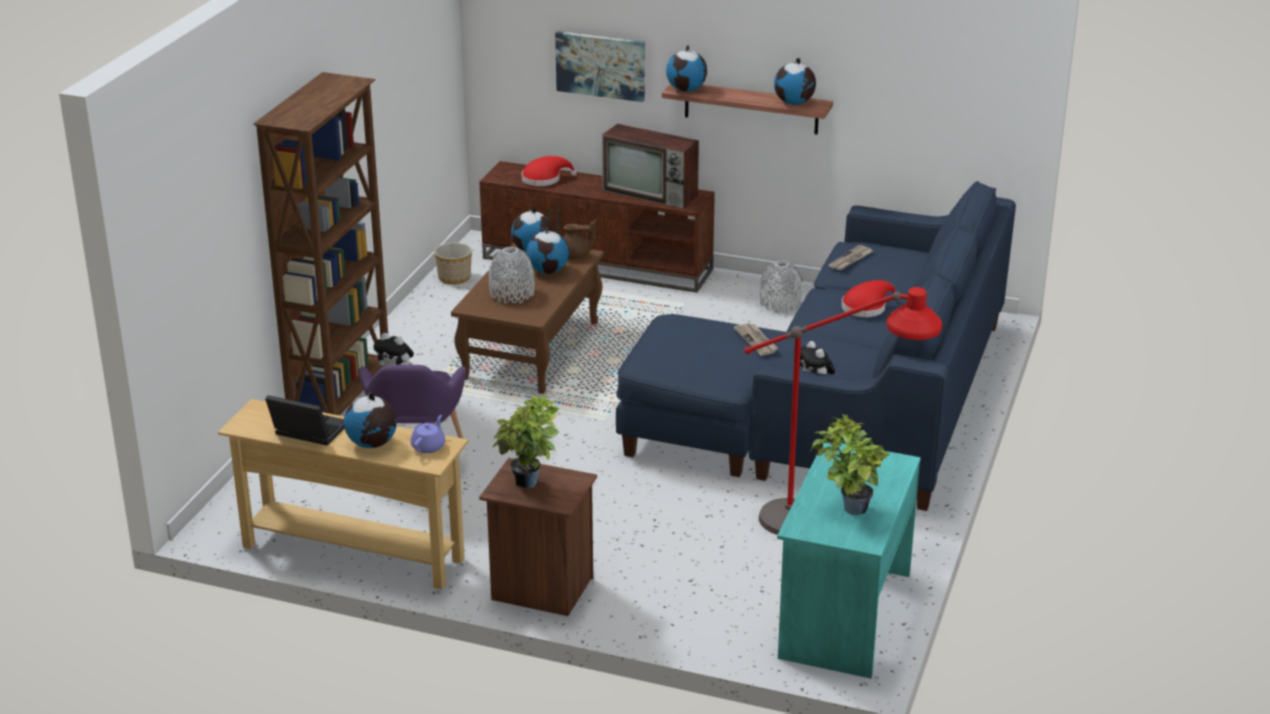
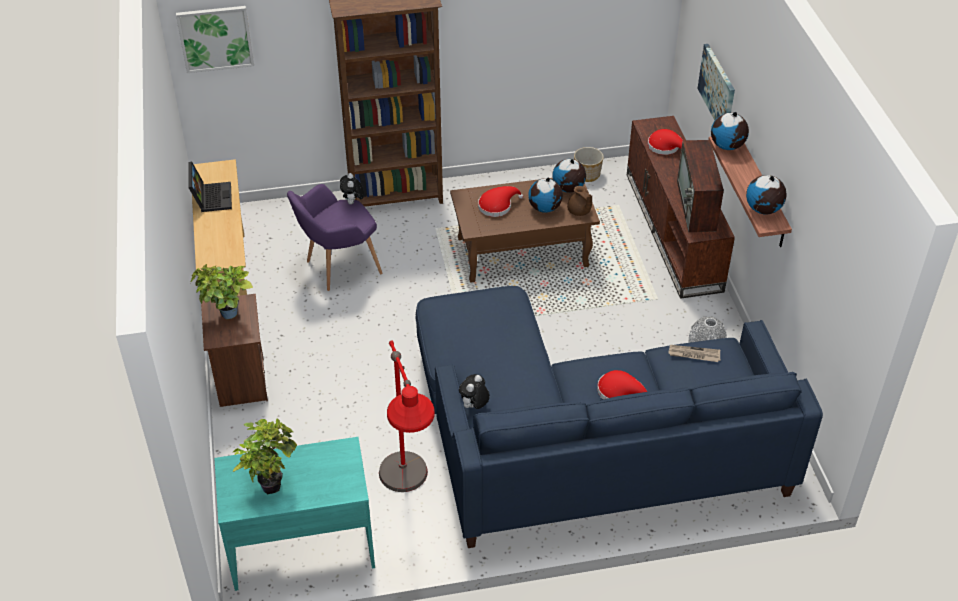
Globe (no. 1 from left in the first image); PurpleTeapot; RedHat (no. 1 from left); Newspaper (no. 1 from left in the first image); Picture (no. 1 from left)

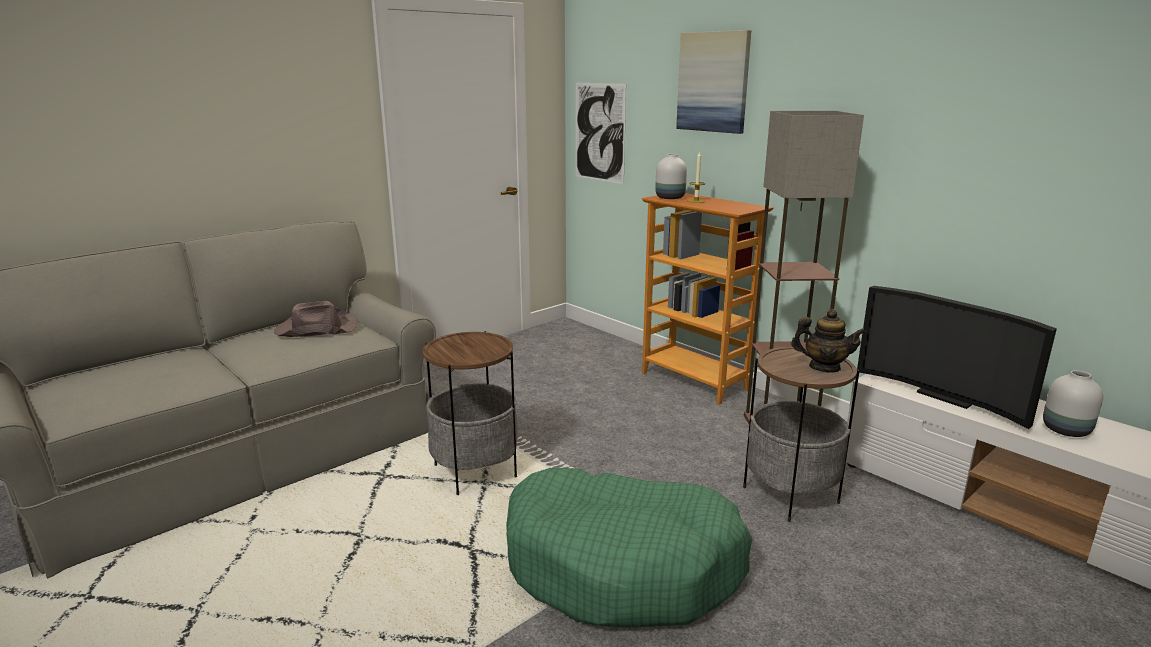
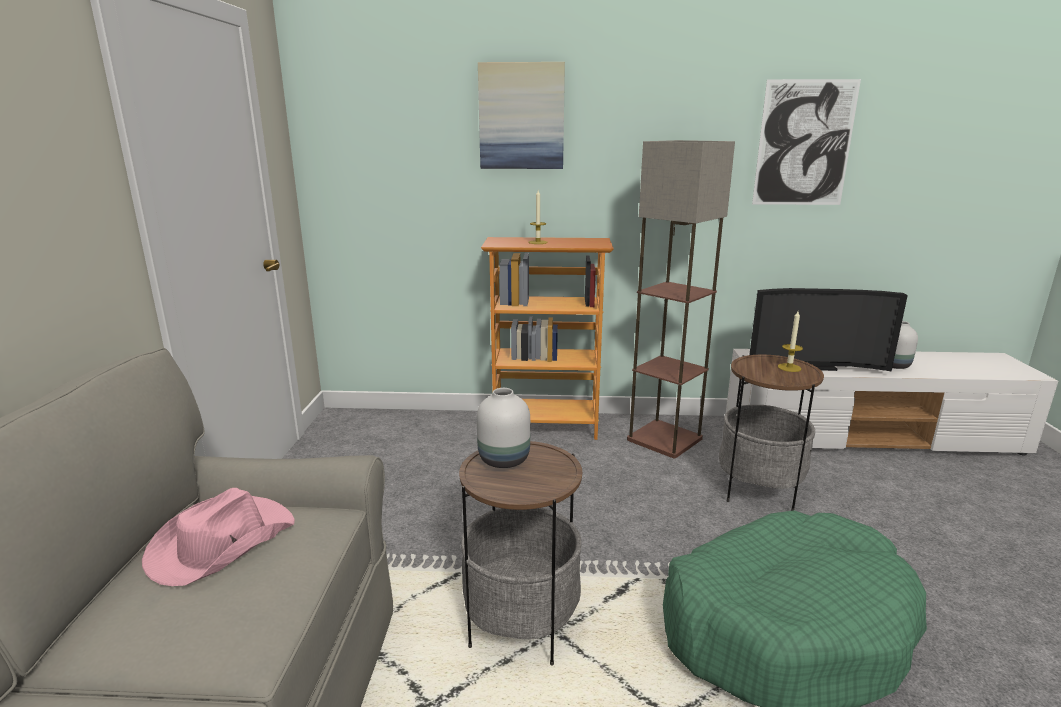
PinkHat; Picture (no. 2 from left); WhiteVase (no. 1 from left); Candle (no. 2 from left)

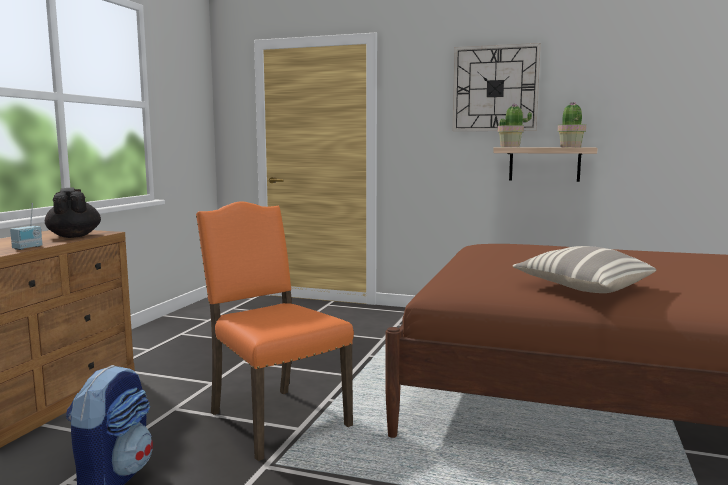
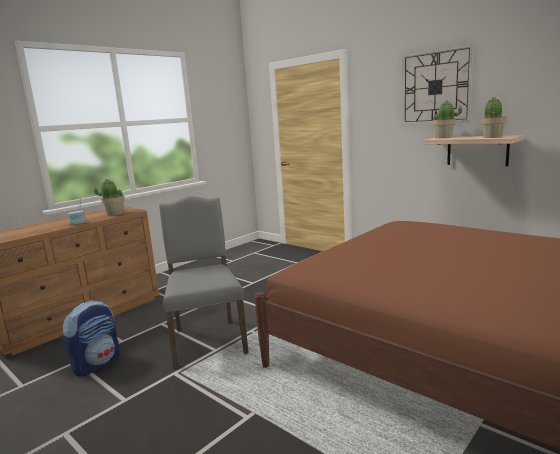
PottedPlant (no. 1 from left); GreyChair; Pillow

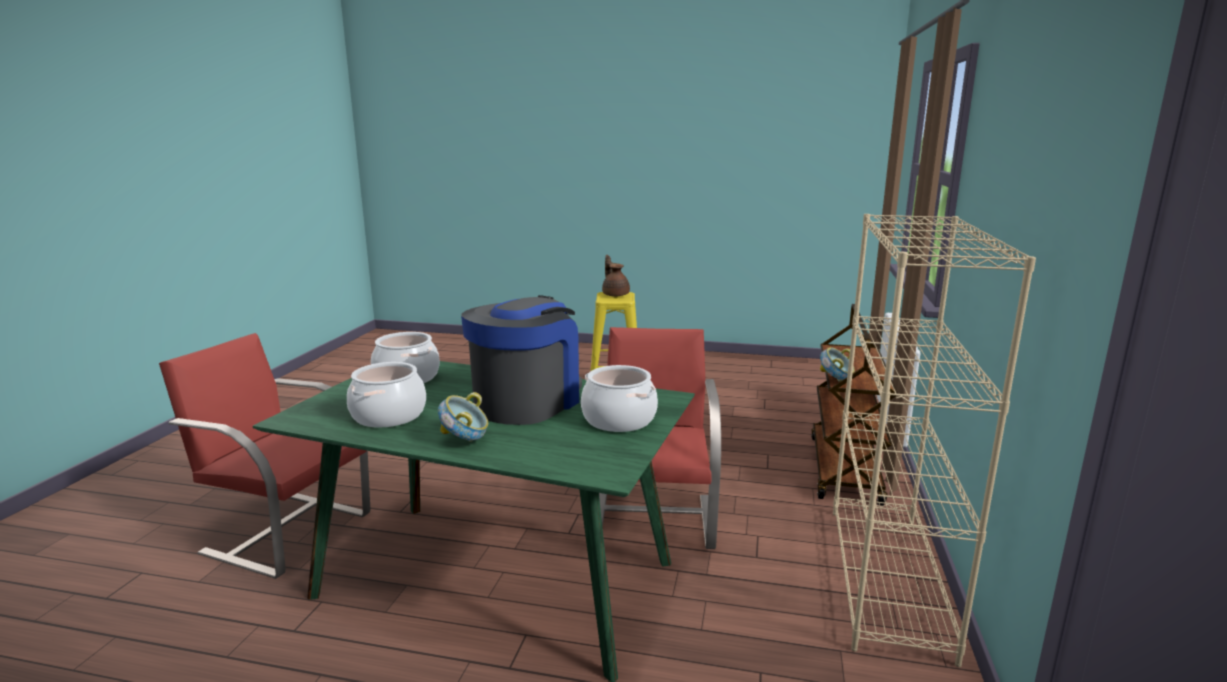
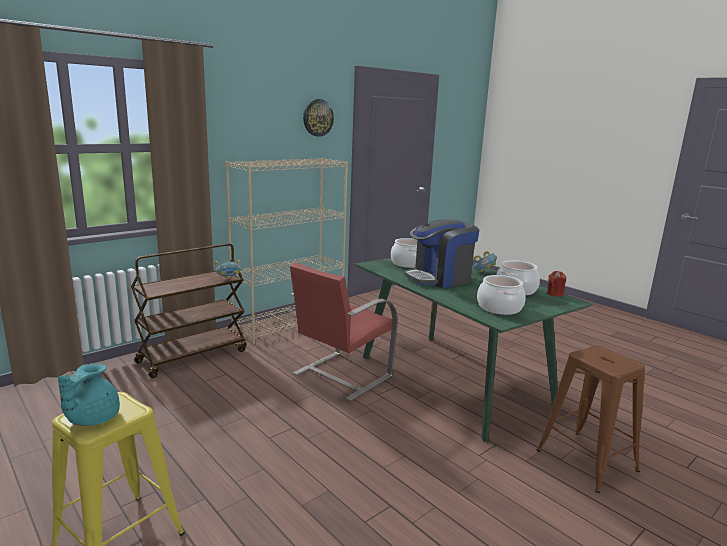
BrownStool; TurquoiseTeapot; WallClock; RedCandle

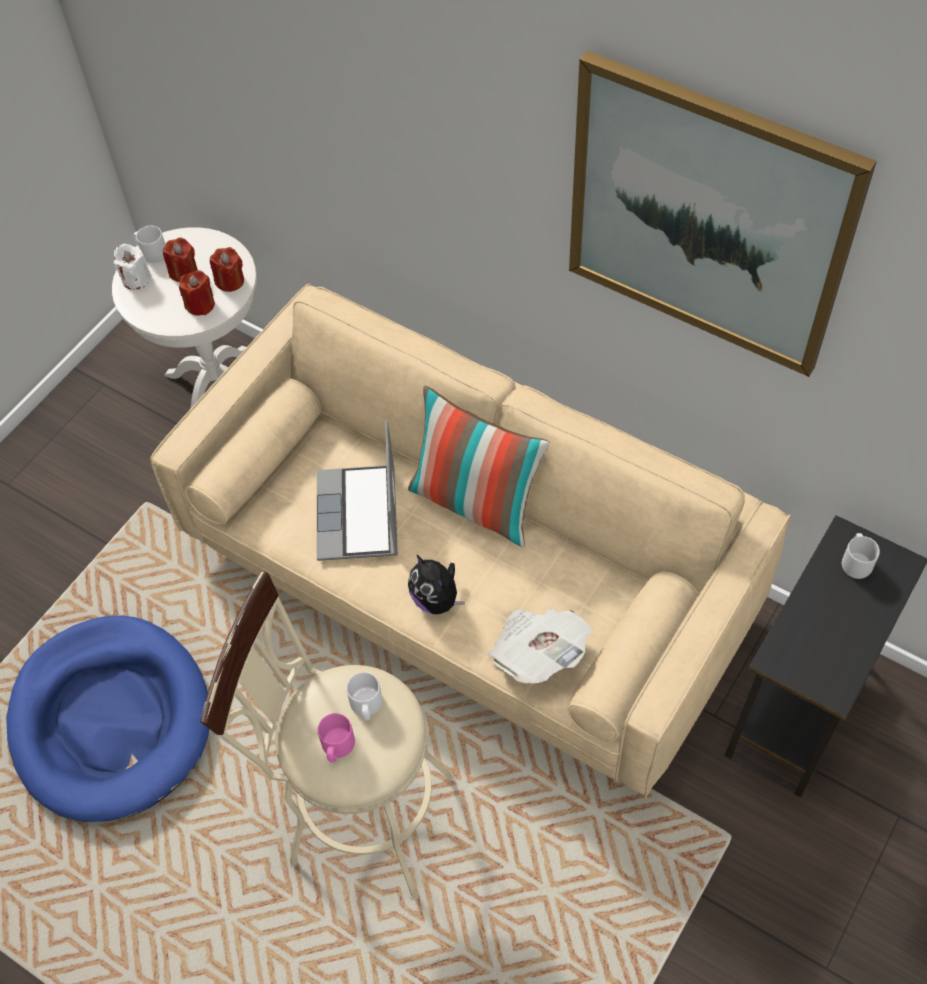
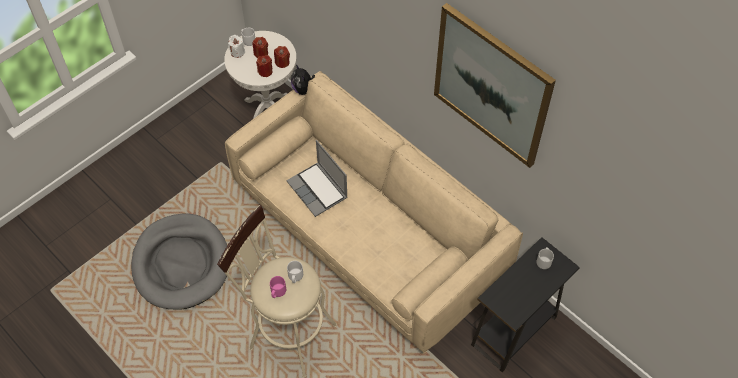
GreyDogBed; Laptop; Pillow; PlushToy; Newspaper

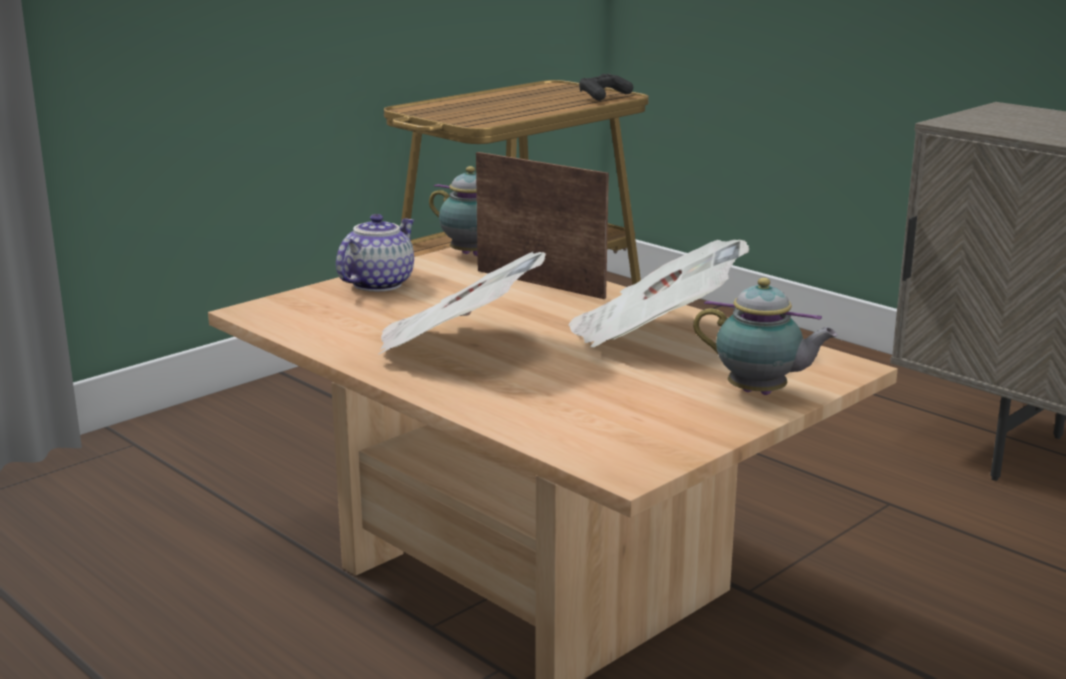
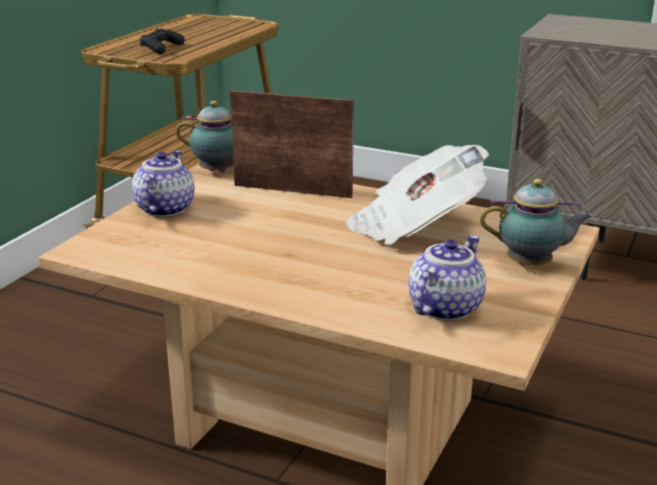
Newspaper (no. 1 from left in the first image); BlackGameController; Teapot (no. 3 from left)

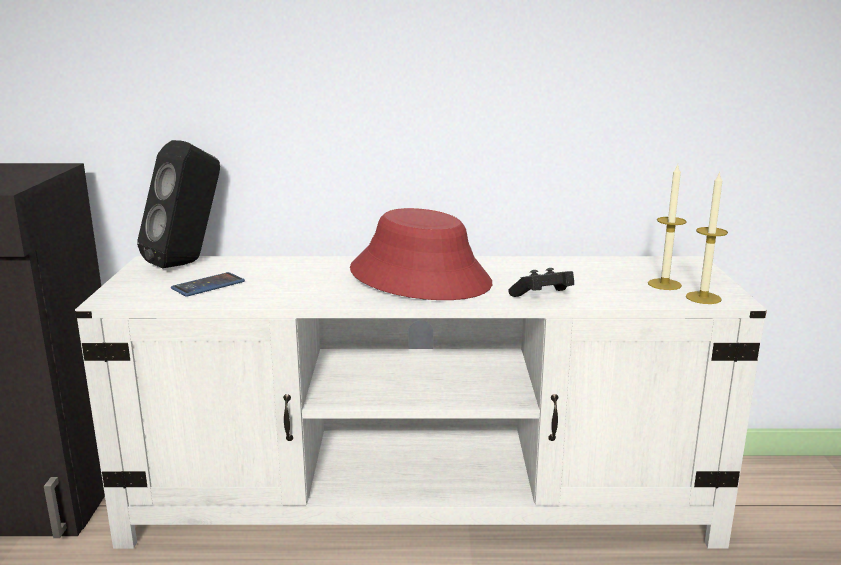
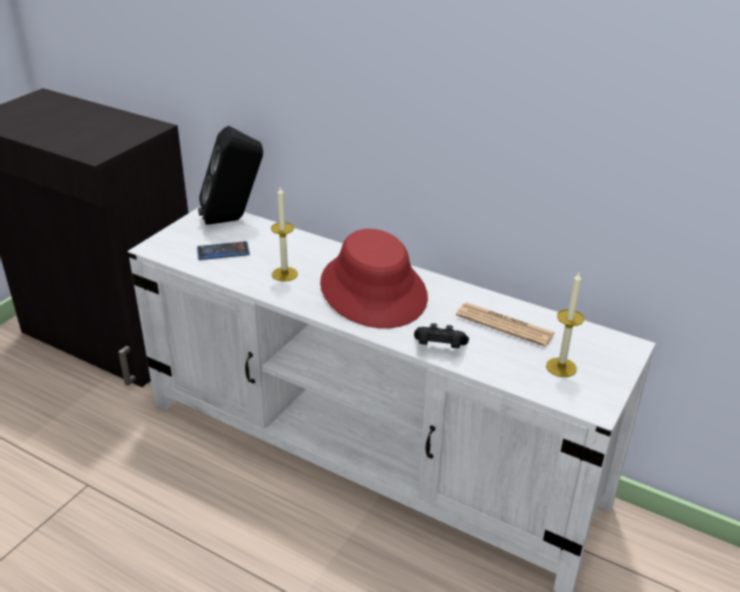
Candle (no. 1 from left); Newspaper

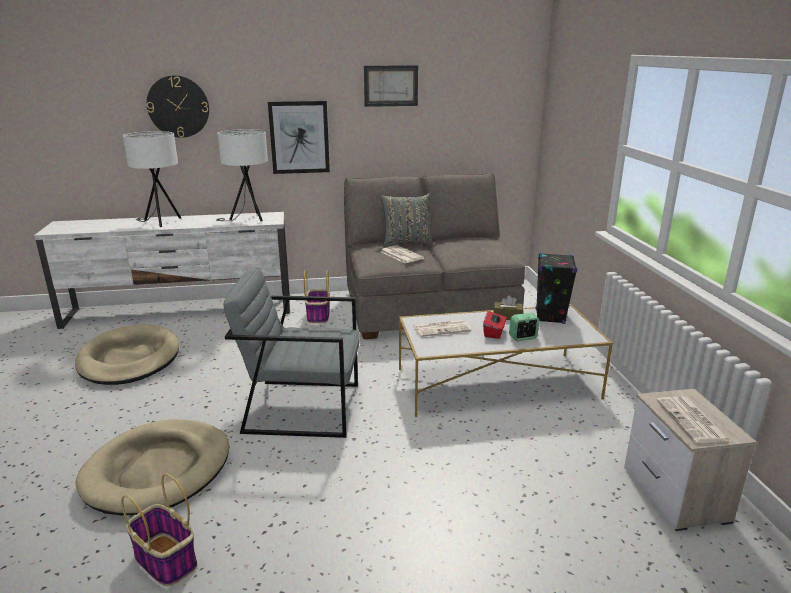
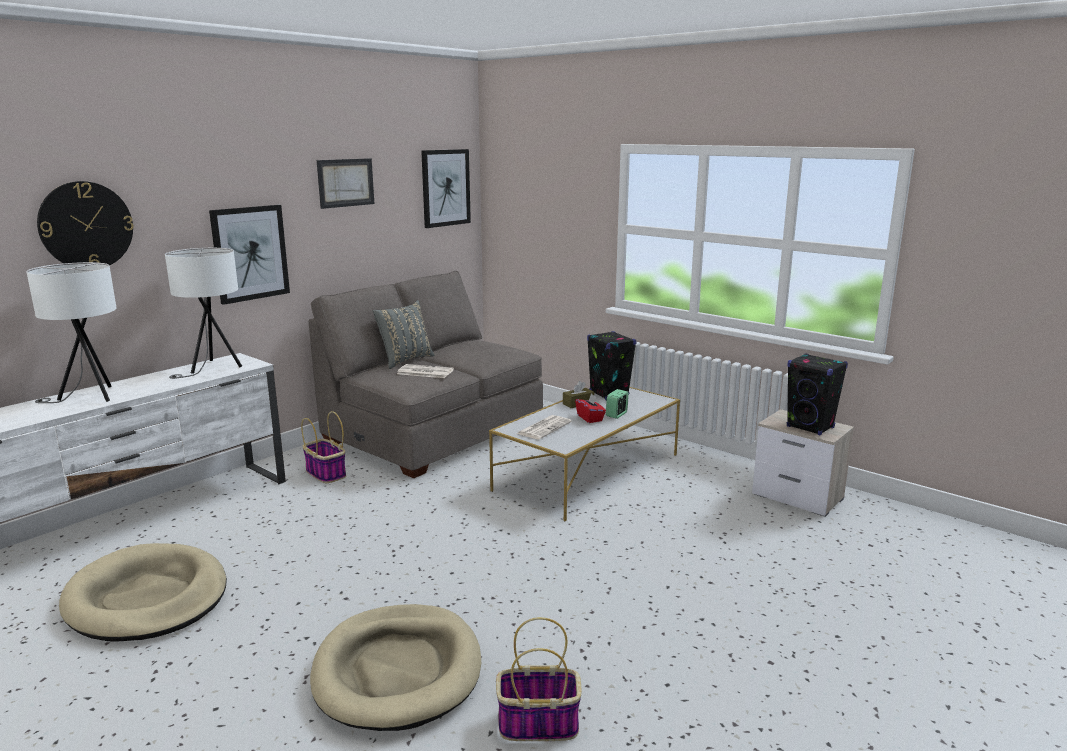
GreyArmchair; BlackSpeaker (no. 2 from left); Picture (no. 3 from left)

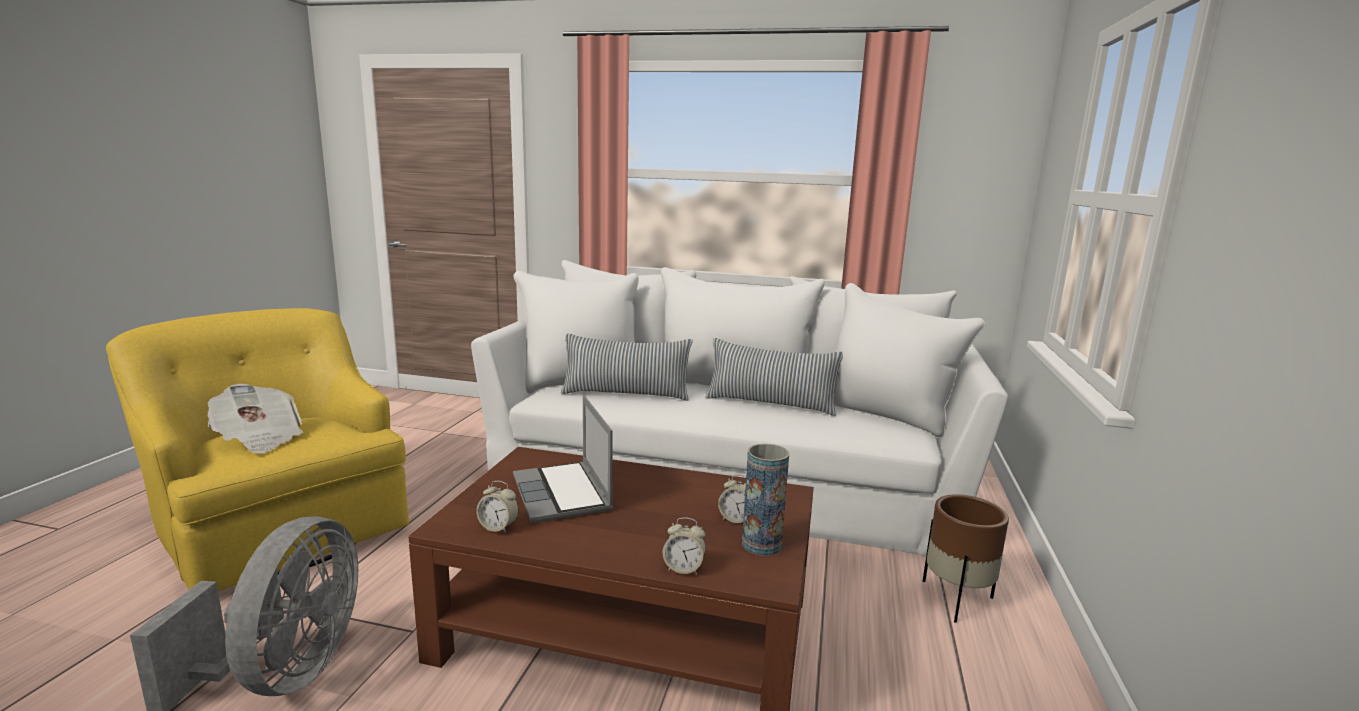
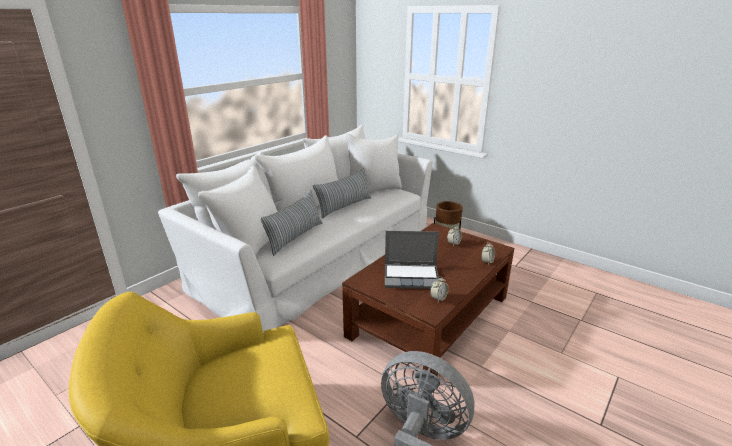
Newspaper; Vase

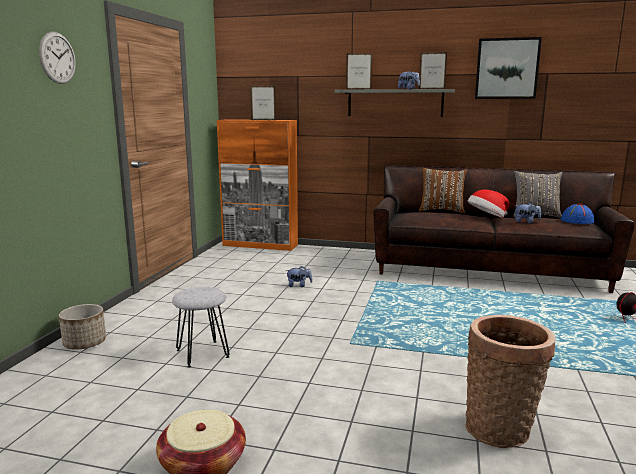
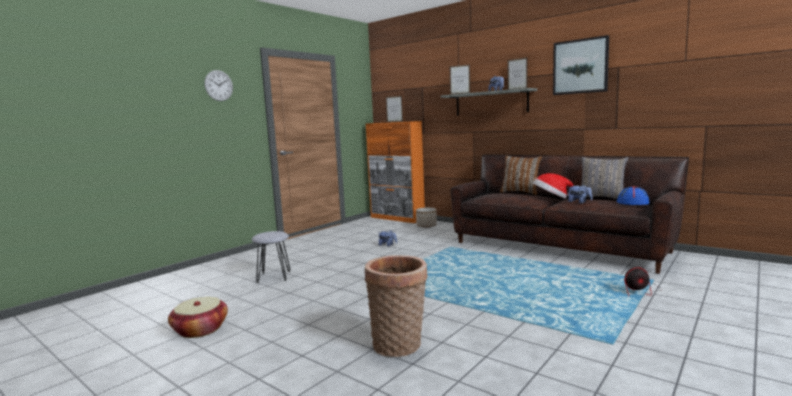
Planter

